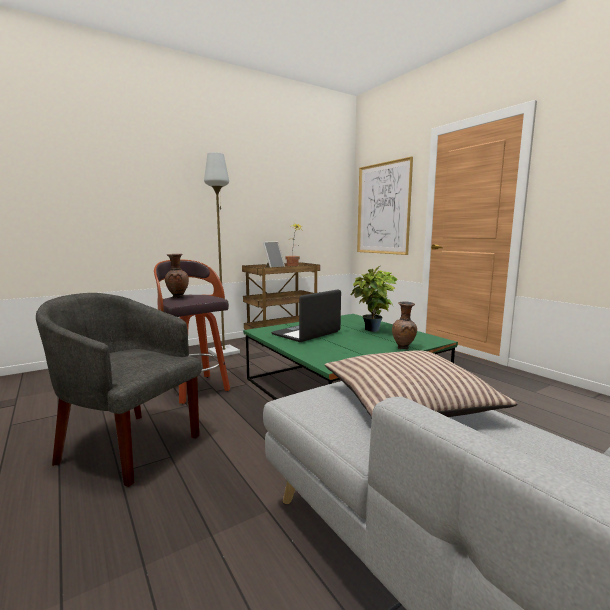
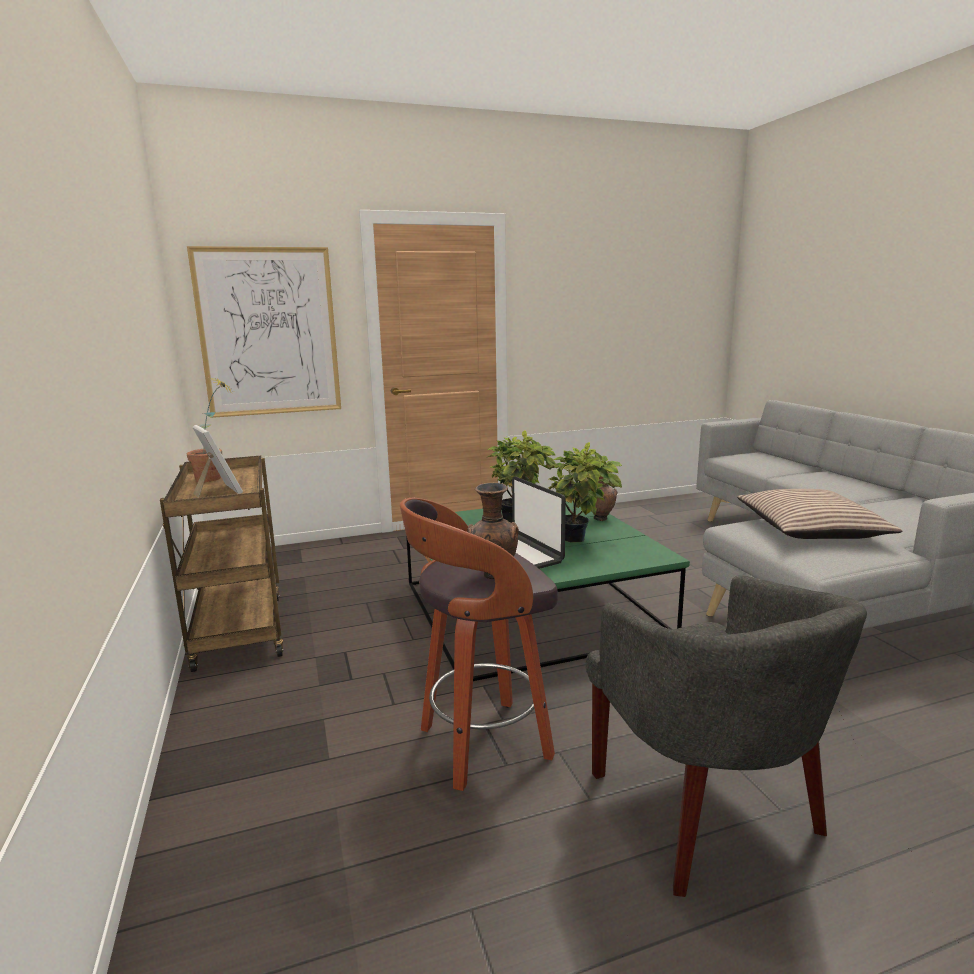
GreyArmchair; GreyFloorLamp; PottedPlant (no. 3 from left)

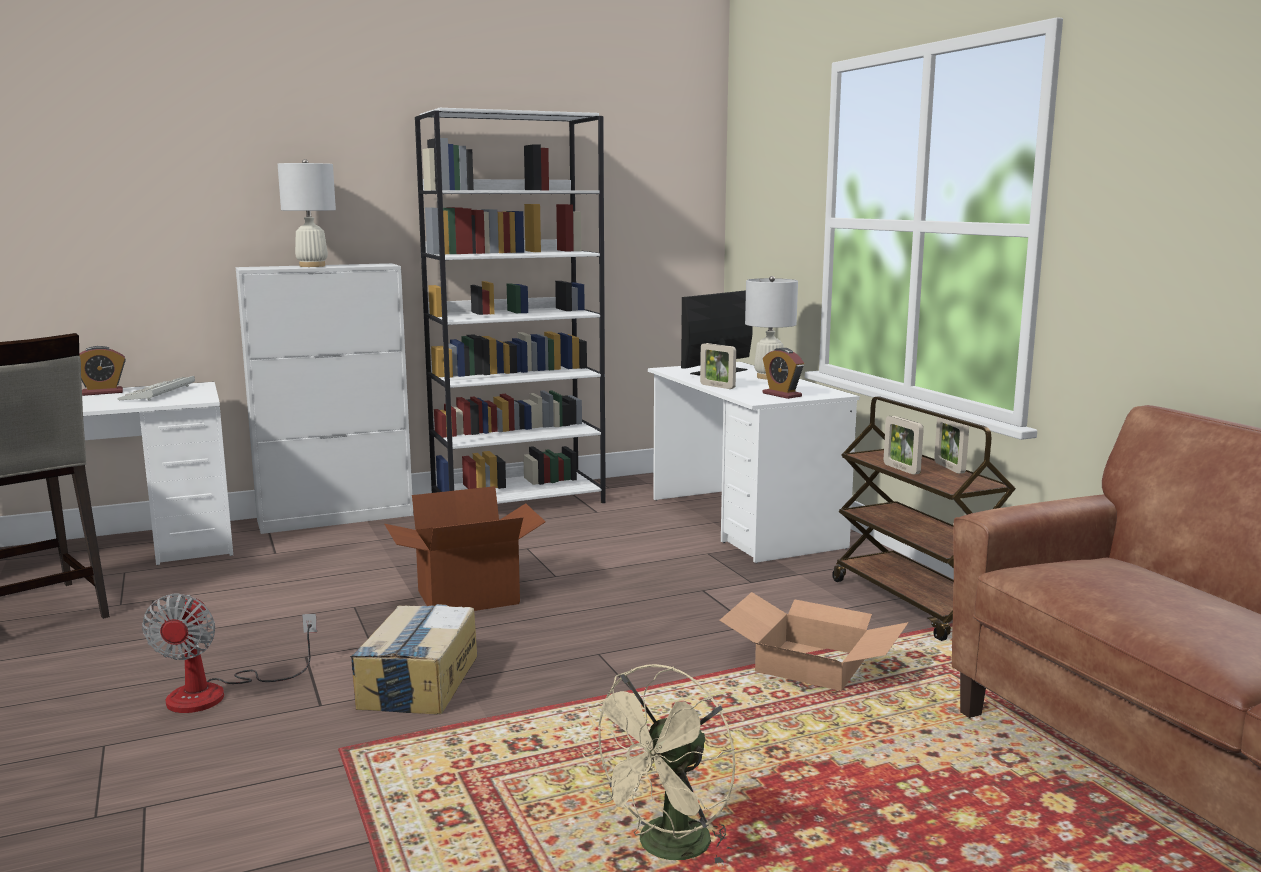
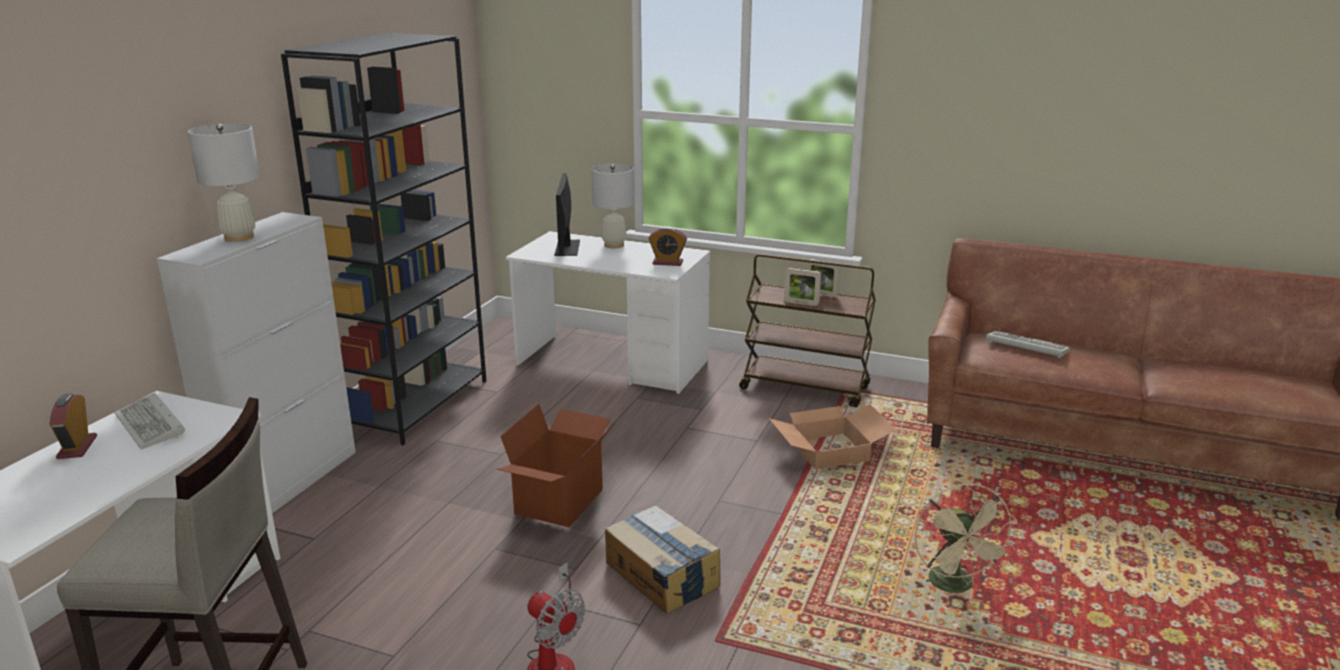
AlarmClock (no. 1 from left); BlackBookcase; PictureFrame (no. 1 from left in the first image); Keyboard (no. 2 from left)

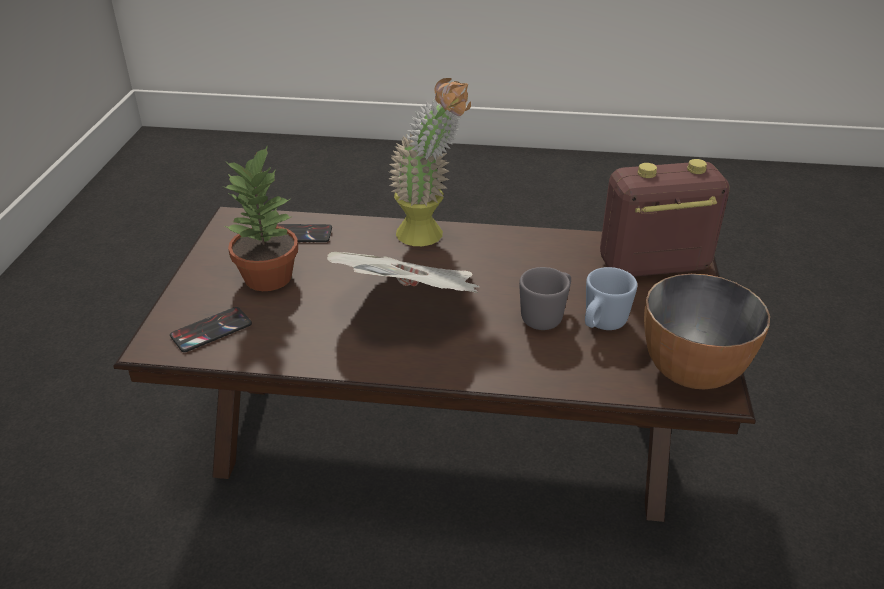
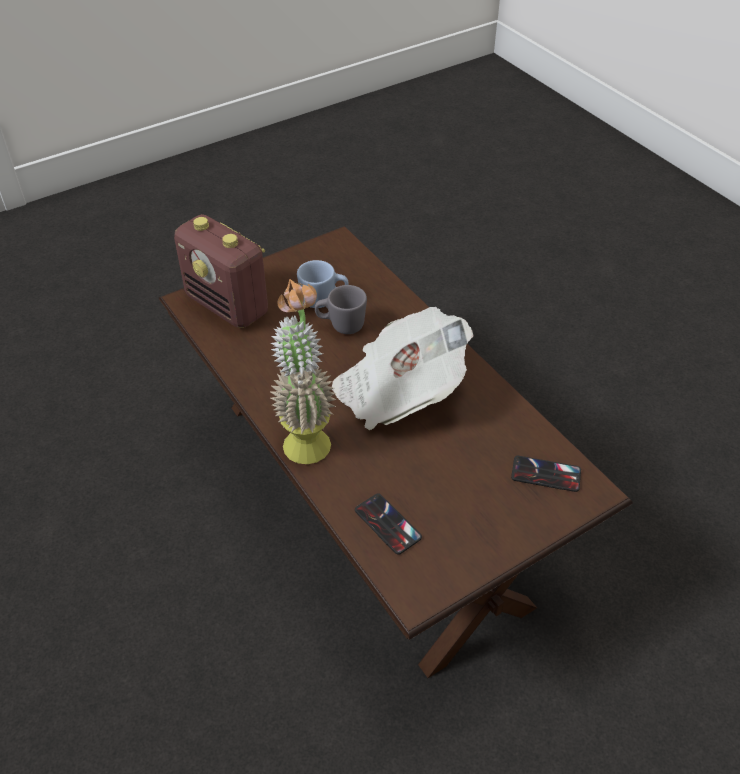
PottedPlant (no. 1 from left in the first image); Bowl

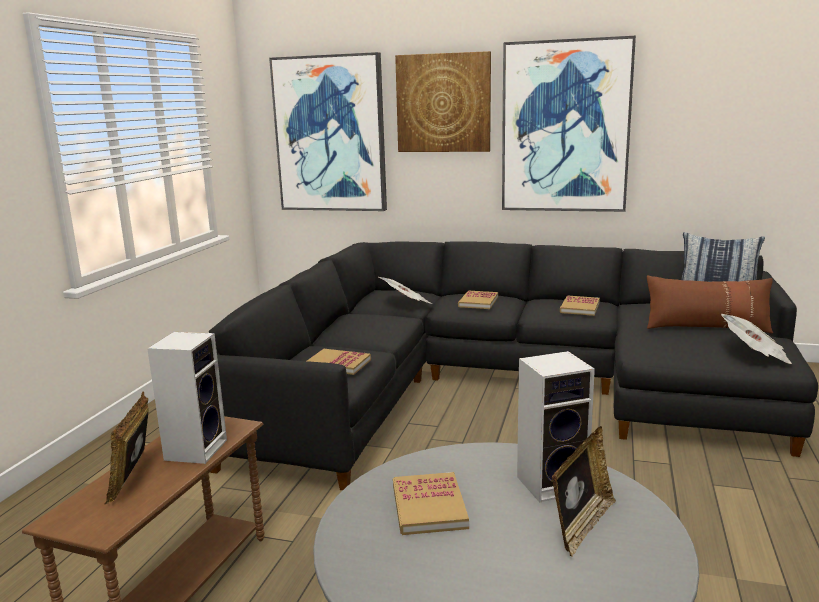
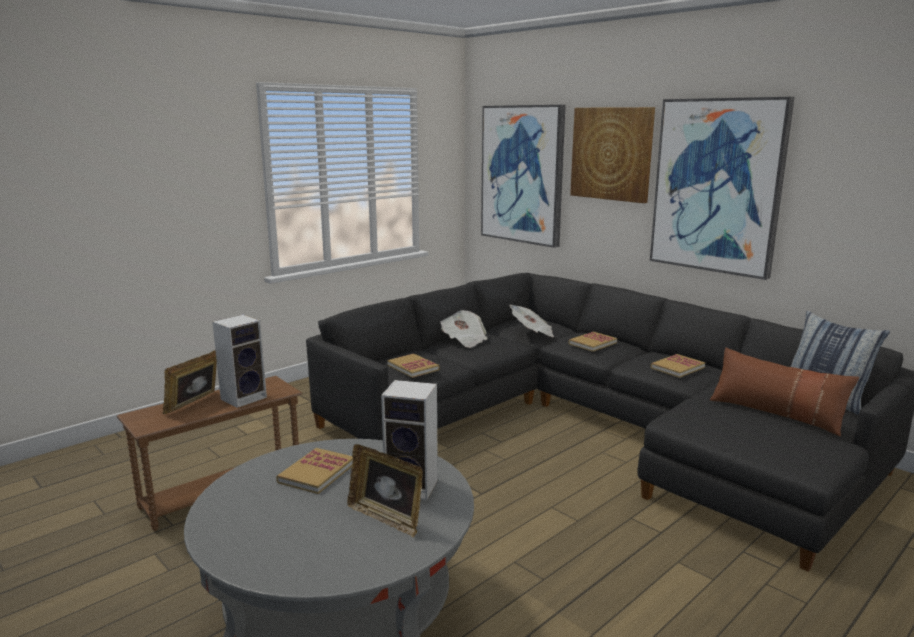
PictureFrame (no. 2 from left); Newspaper (no. 1 from left)

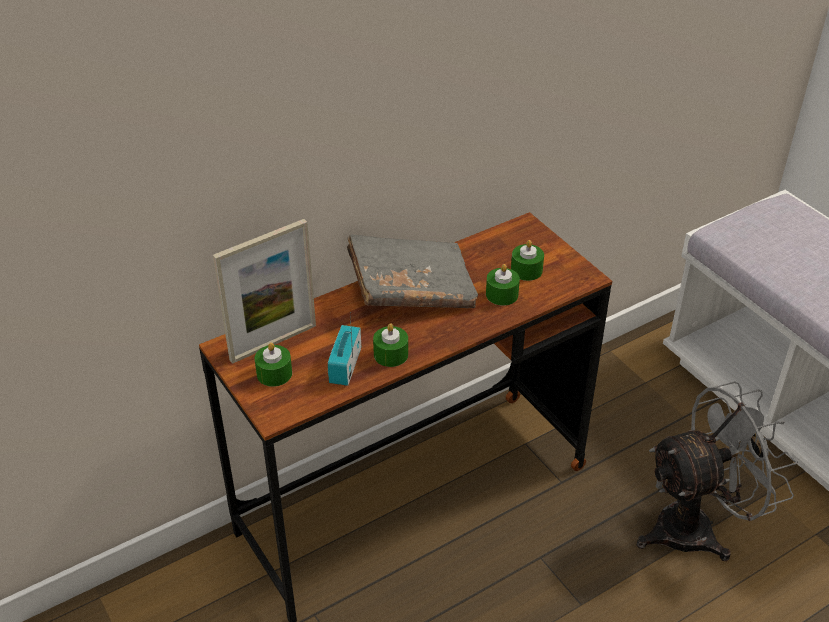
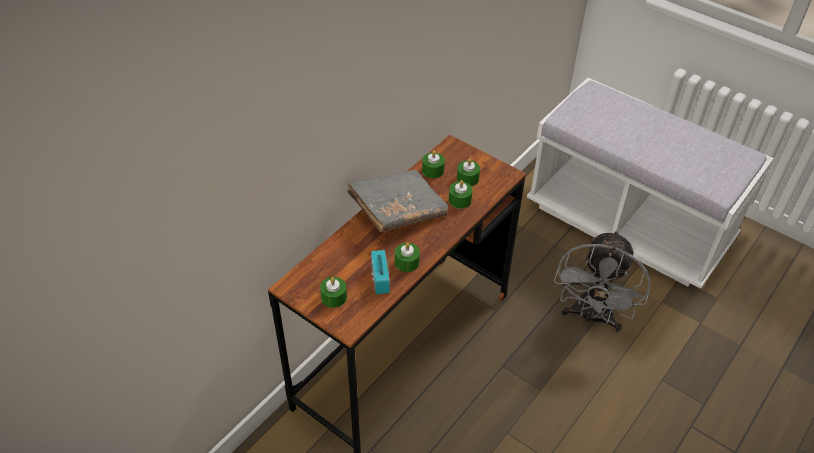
PictureFrame; GreyFan; GreenCandle (no. 3 from left)

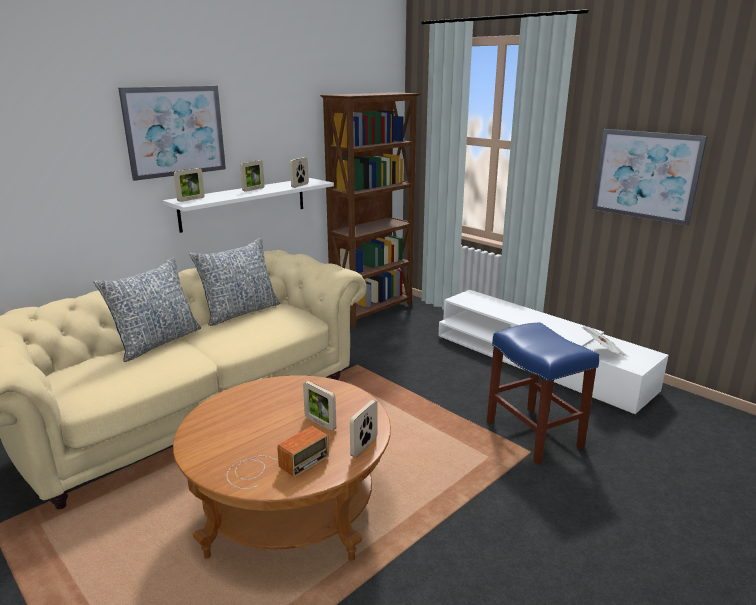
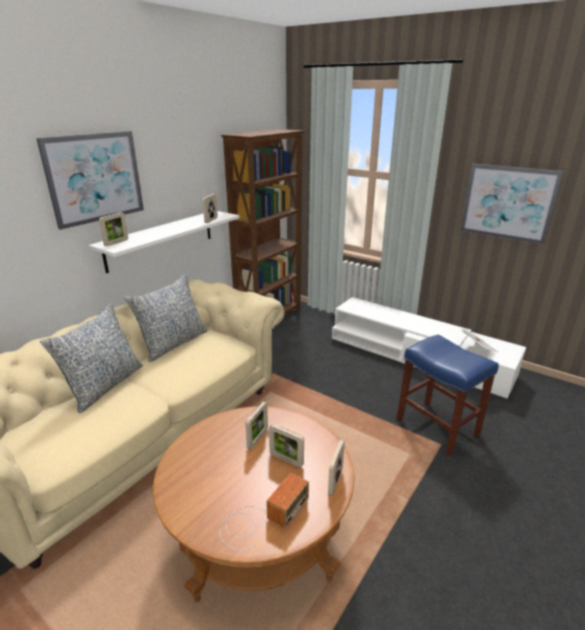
PictureFrame (no. 3 from left)

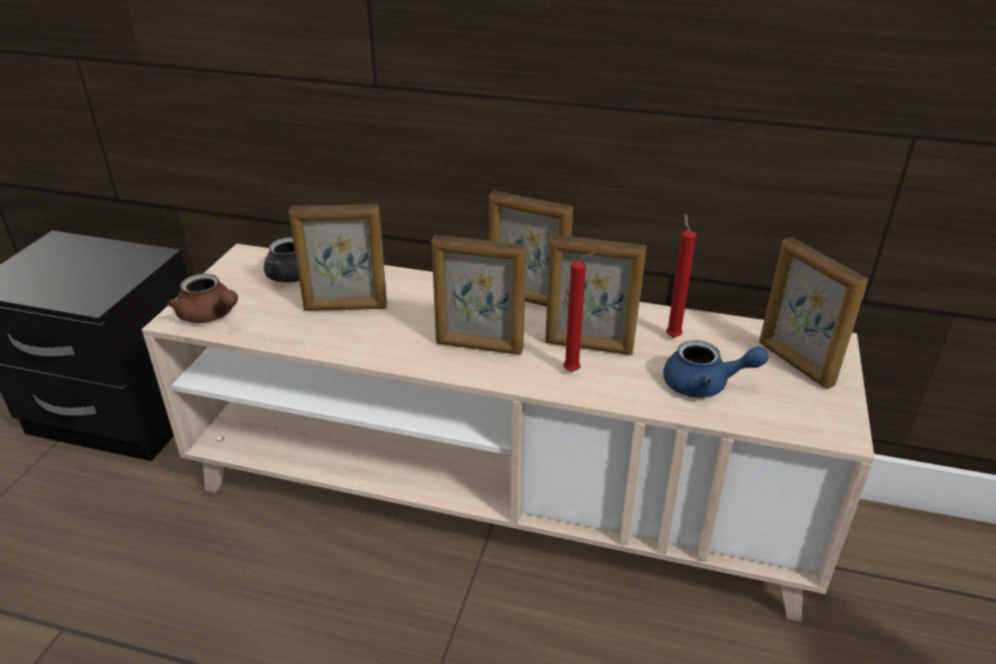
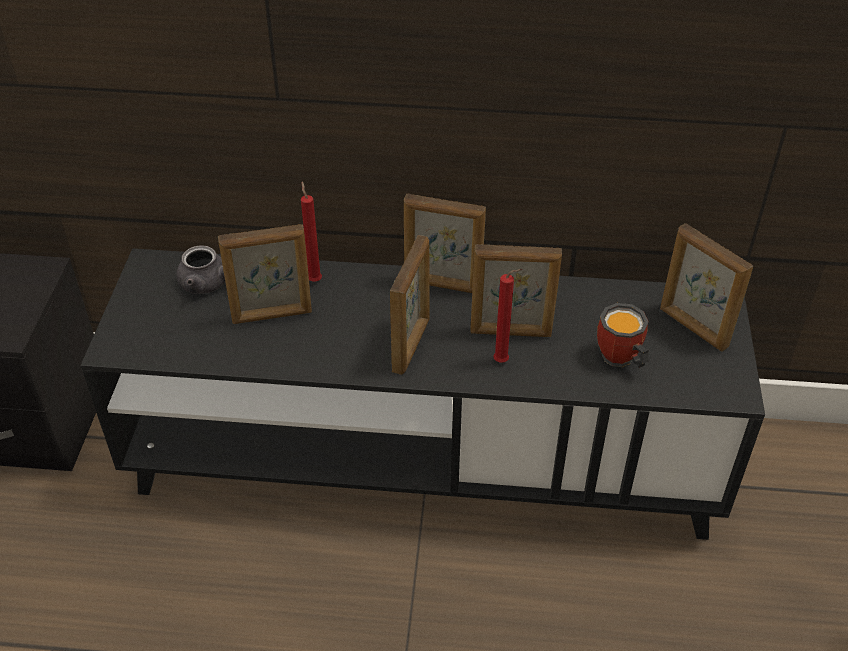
BlackTvStand; BrownTeapot; PictureFrame (no. 2 from left); Mug; RedCandle (no. 1 from left)

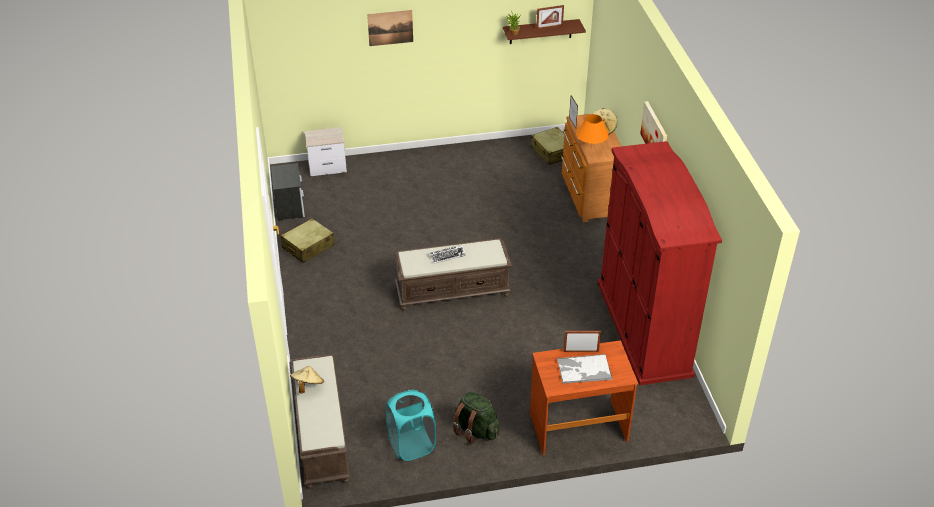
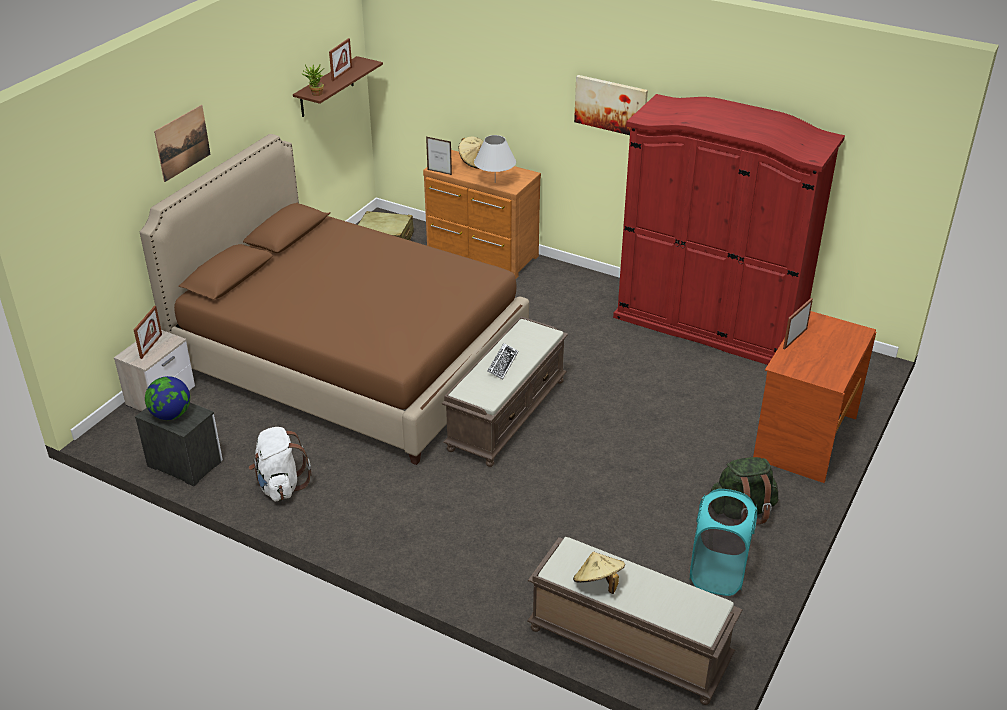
WhiteBackpack; Tray; WhiteTableLamp; PictureFrame (no. 1 from left); BrownBed; Globe

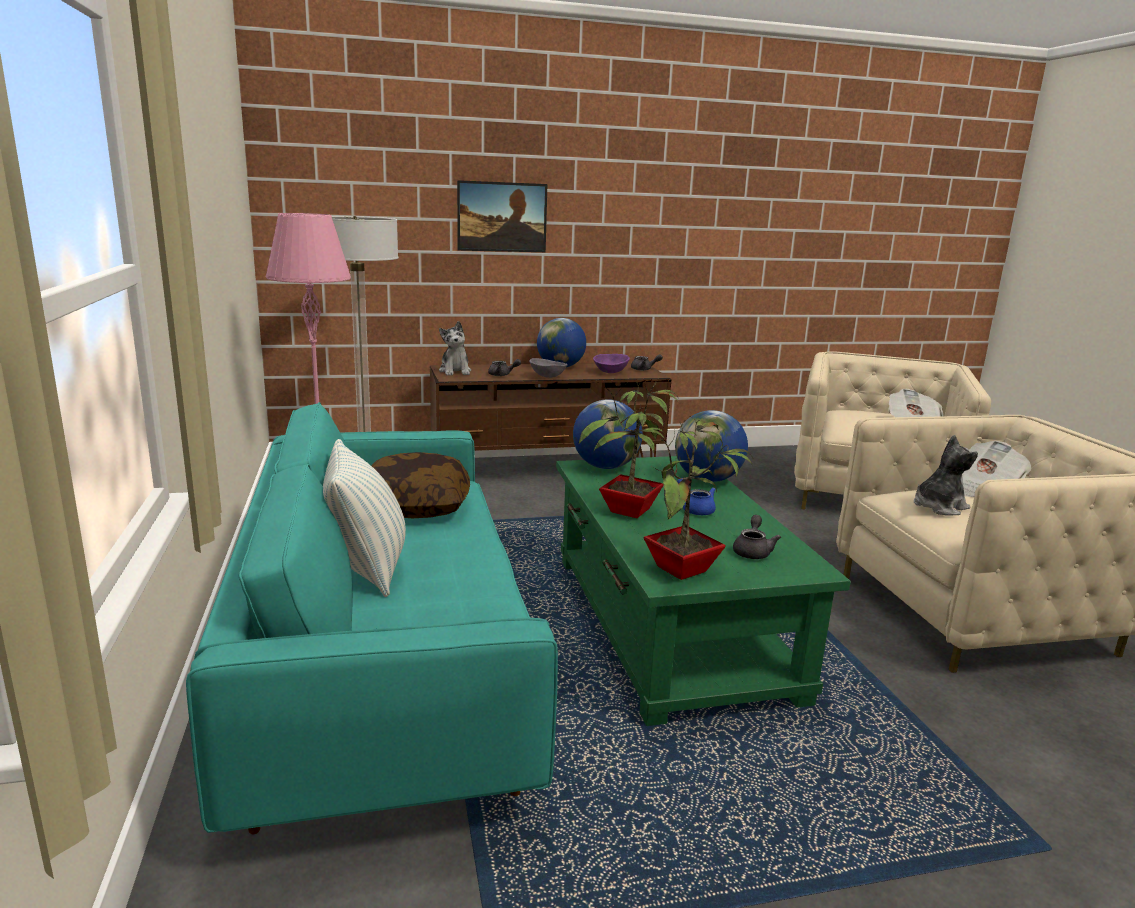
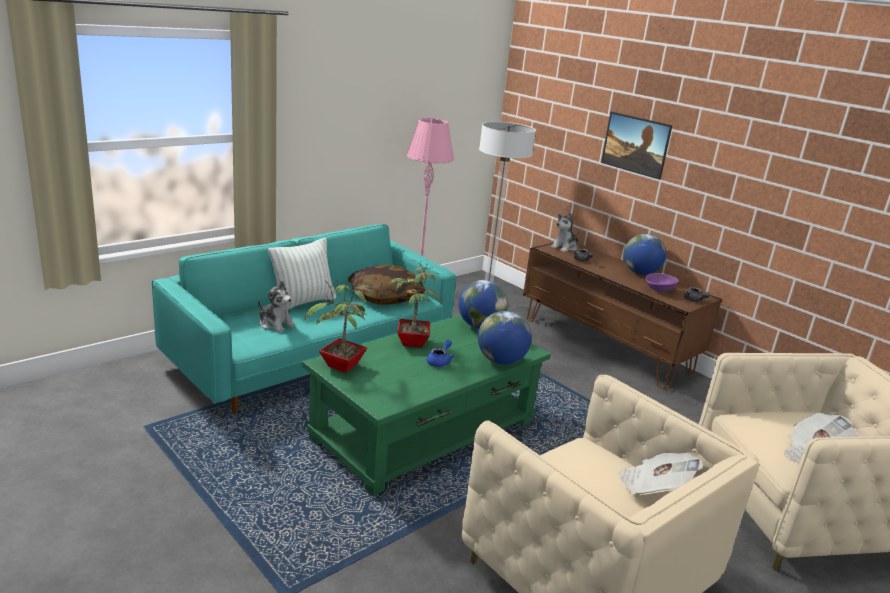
GreyBowl; GreyTeapot (no. 3 from left in the first image); PlushToy (no. 1 from left)

